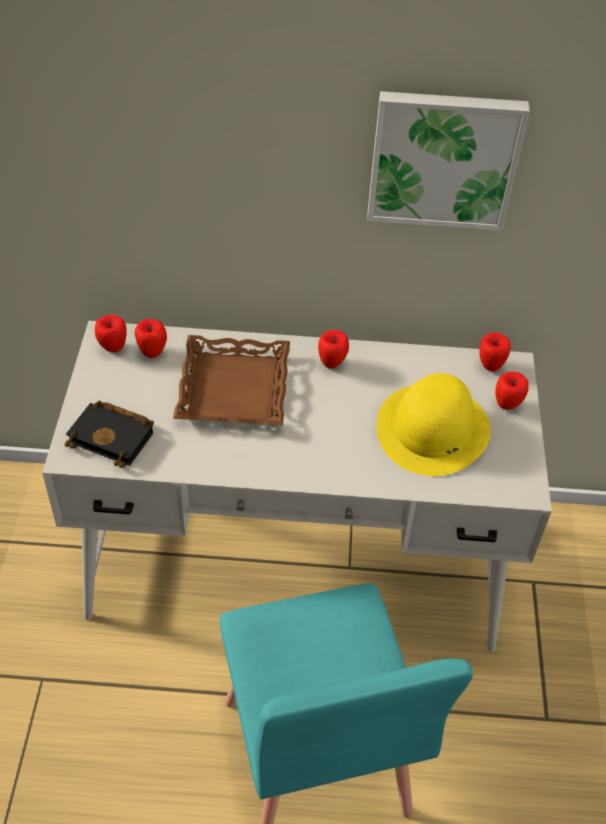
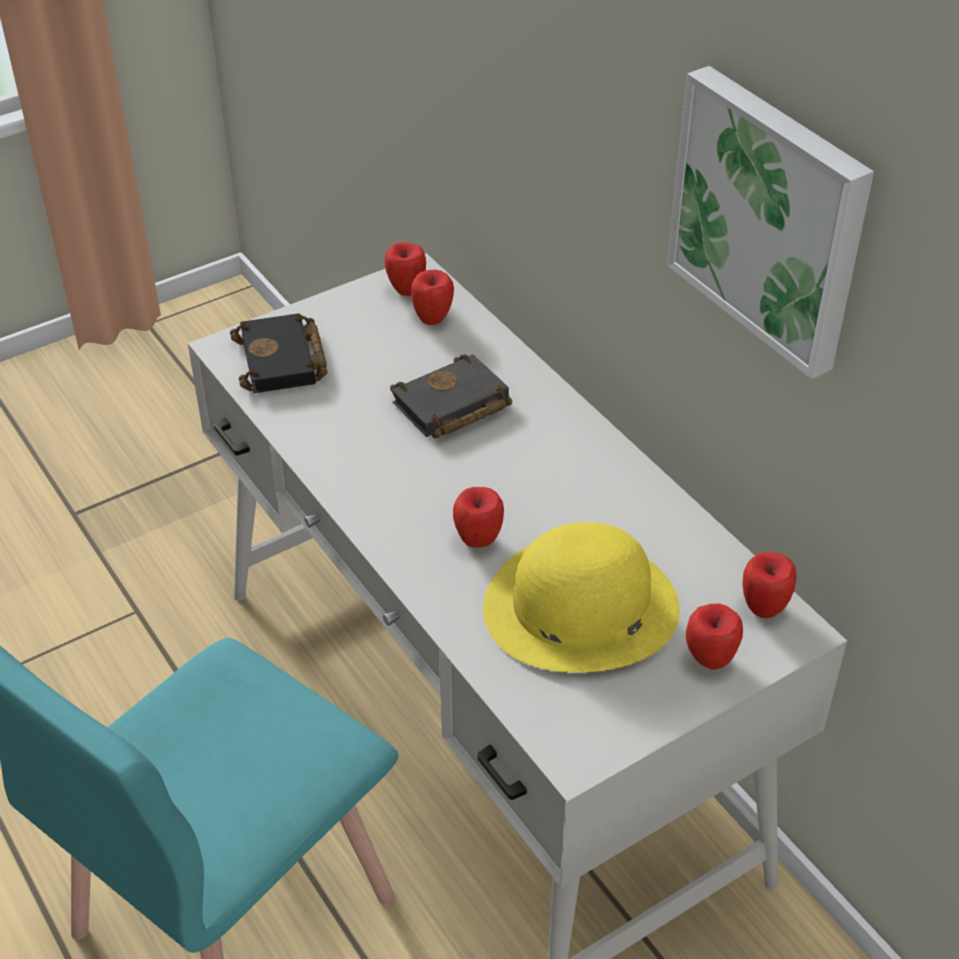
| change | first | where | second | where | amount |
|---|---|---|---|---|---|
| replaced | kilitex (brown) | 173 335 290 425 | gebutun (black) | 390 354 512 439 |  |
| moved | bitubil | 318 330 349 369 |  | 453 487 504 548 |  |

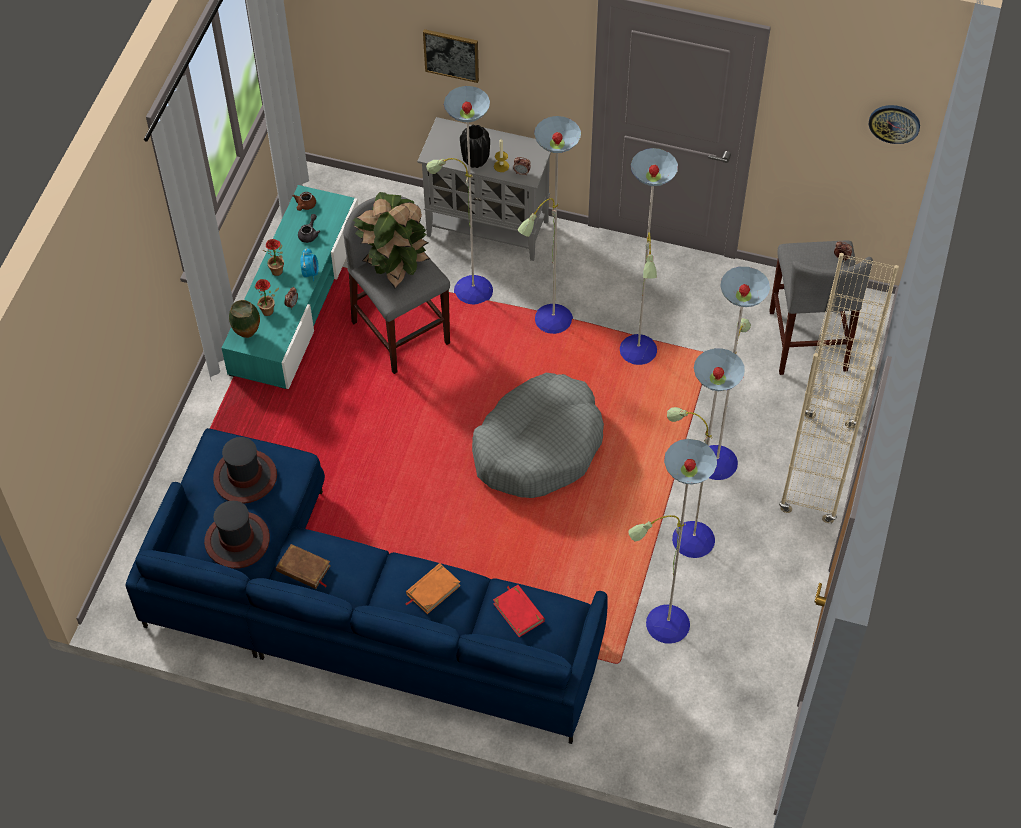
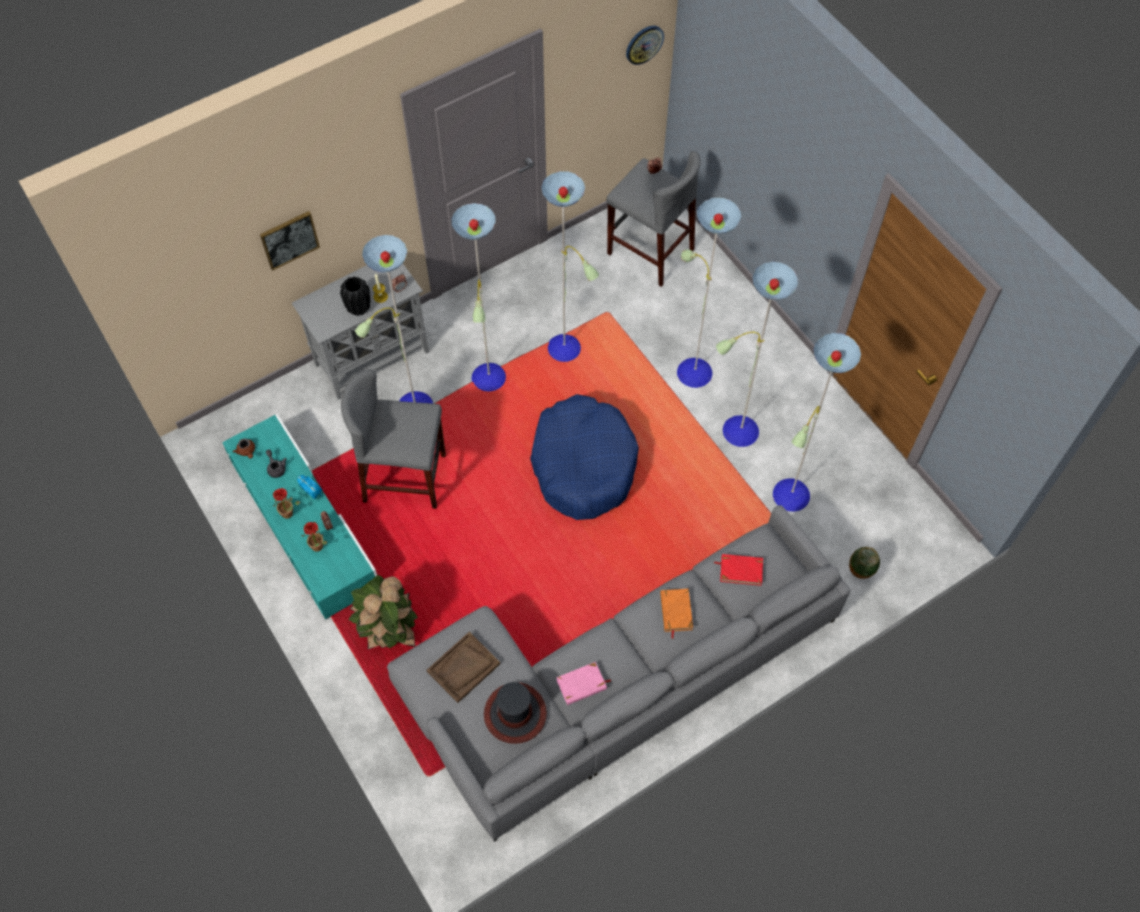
| change | first | where | second | where | amount |
|---|---|---|---|---|---|
| moved | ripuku | 353 192 430 289 |  | 349 575 418 649 |  |
| recoloured | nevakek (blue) | 126 428 608 744 | nevakek (grey) | 387 505 850 842 |  |
| replaced | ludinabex | 213 437 277 504 | kilitex (brown) | 427 632 500 703 |  |
| recoloured | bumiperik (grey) | 472 373 604 498 | bumiperik (blue) | 530 394 639 520 |  |
| recoloured | gebutun (brown) | 276 544 331 589 | gebutun (pink) | 556 662 611 705 |  |
| moved | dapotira | 229 300 260 338 |  | 849 547 880 579 |  |
| removed | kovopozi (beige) | 779 253 899 524 |  |  |  |

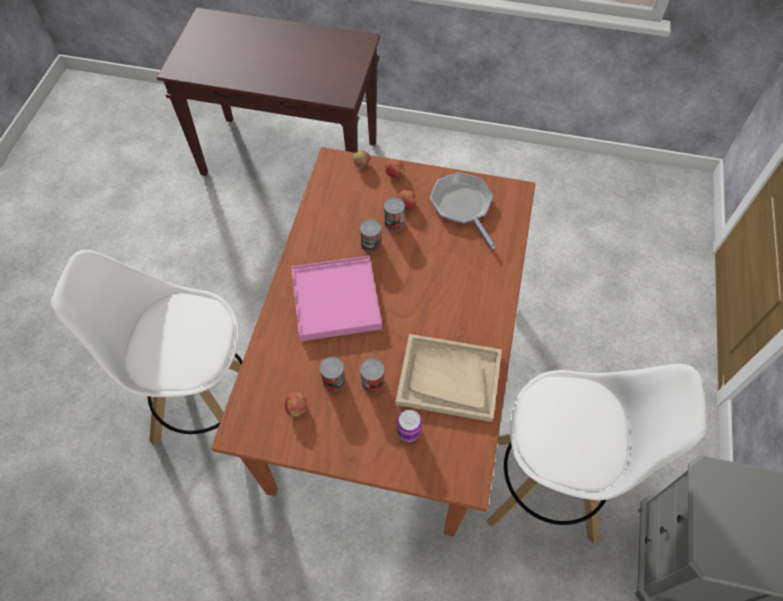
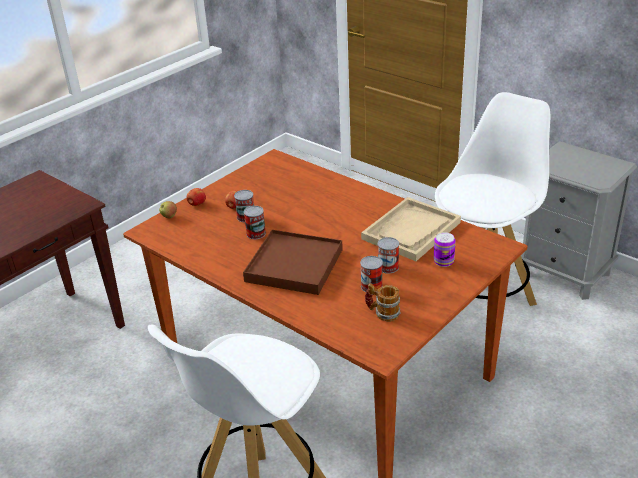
| change | first | where | second | where | amount |
|---|---|---|---|---|---|
| recoloured | kilitex (pink) | 291 256 382 341 | kilitex (brown) | 243 230 343 295 |  |
| replaced | bitubil | 285 392 307 417 | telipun | 365 283 401 322 |  |
| removed | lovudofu | 430 172 496 249 |  |  |  |

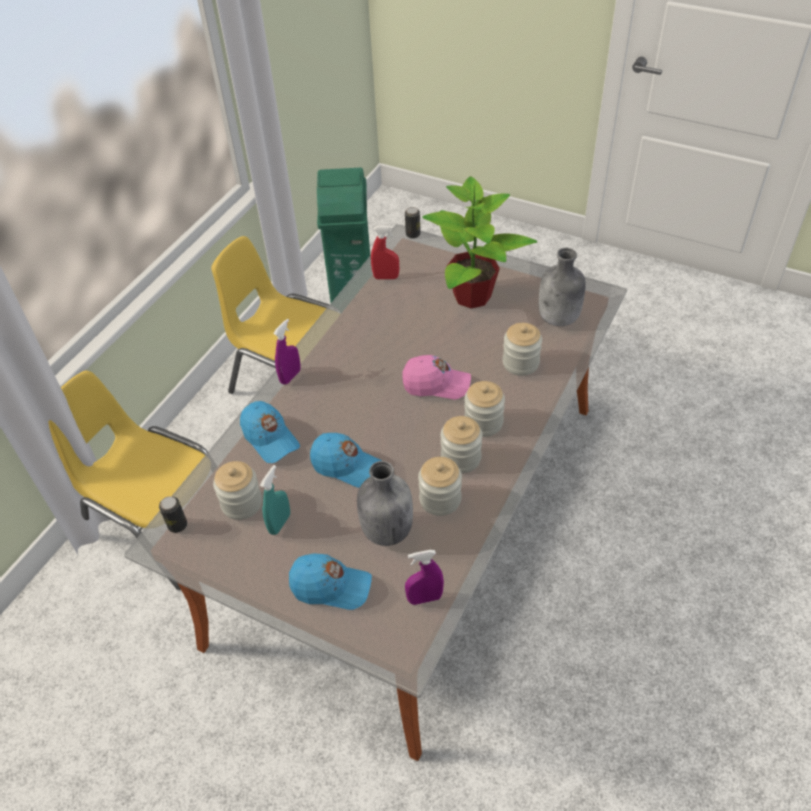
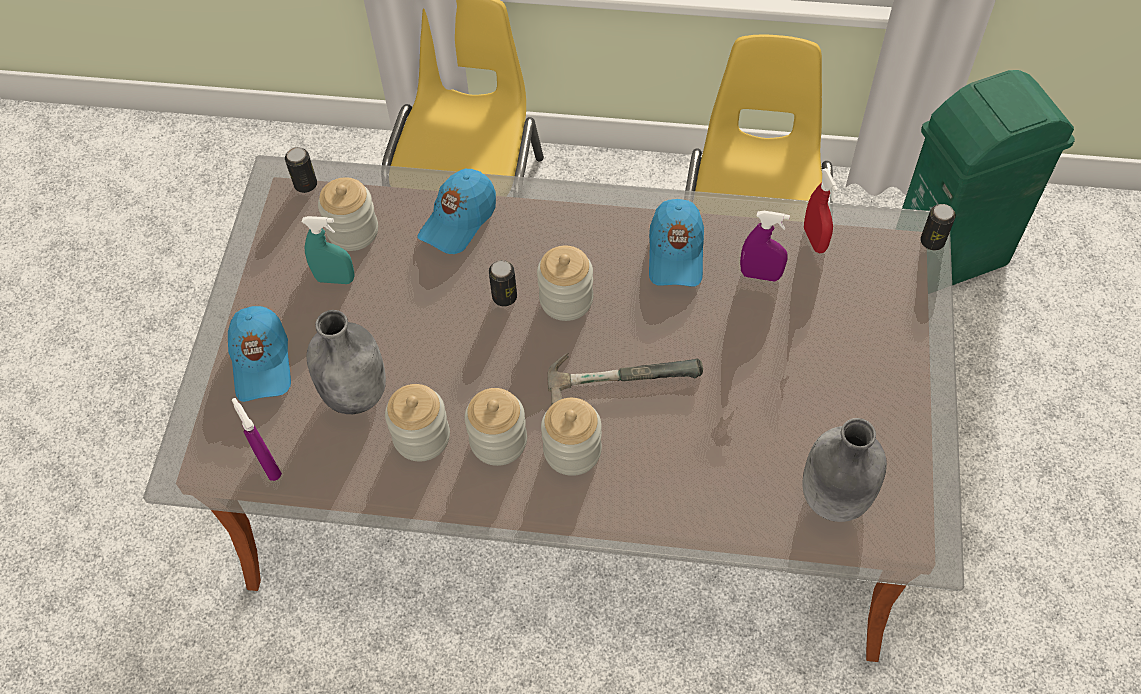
| change | first | where | second | where | amount |
|---|---|---|---|---|---|
| added |  |  | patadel | 489 260 517 306 |  |
| moved | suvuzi | 503 323 542 376 |  | 537 246 593 321 |  |
| replaced | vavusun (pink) | 402 355 471 399 | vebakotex | 547 353 703 405 |  |
| moved | vavusun (blue) | 310 433 382 488 |  | 649 199 704 287 |  |
| moved | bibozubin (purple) | 273 319 301 385 |  | 740 211 790 281 |  |
| removed | ripuku | 422 176 538 308 |  |  |  |

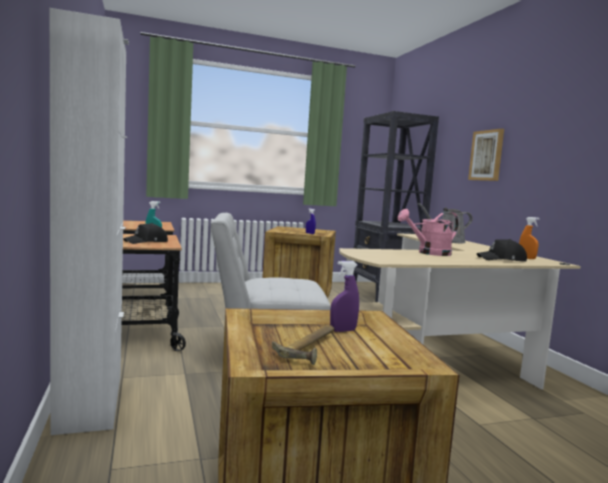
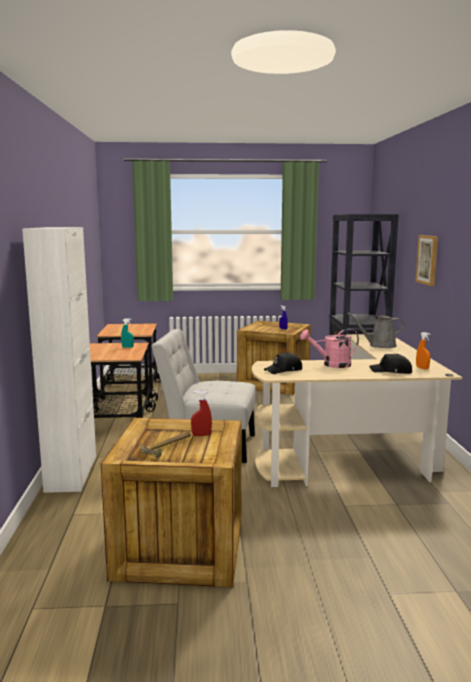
| change | first | where | second | where | amount |
|---|---|---|---|---|---|
| recoloured | bibozubin (purple) | 330 261 359 332 | bibozubin (red) | 191 390 212 436 |  |
| moved | vavusun (black) | 123 223 168 244 |  | 264 352 302 374 |  |

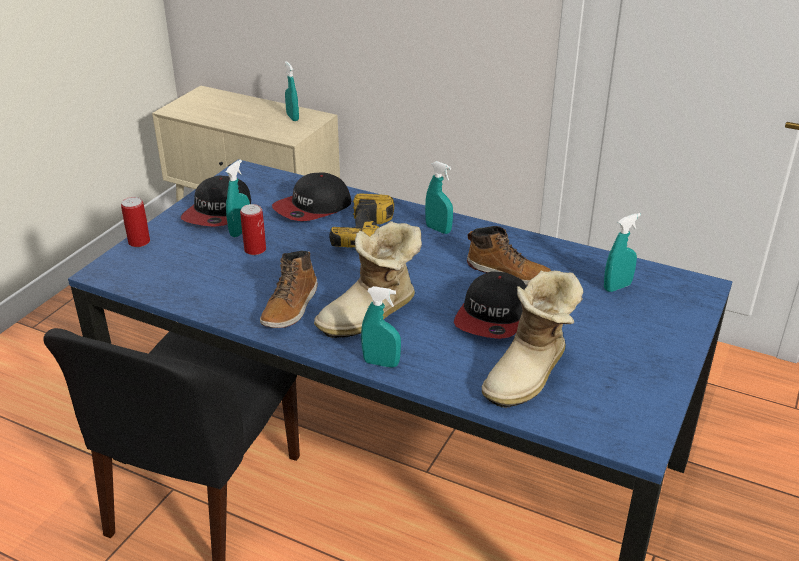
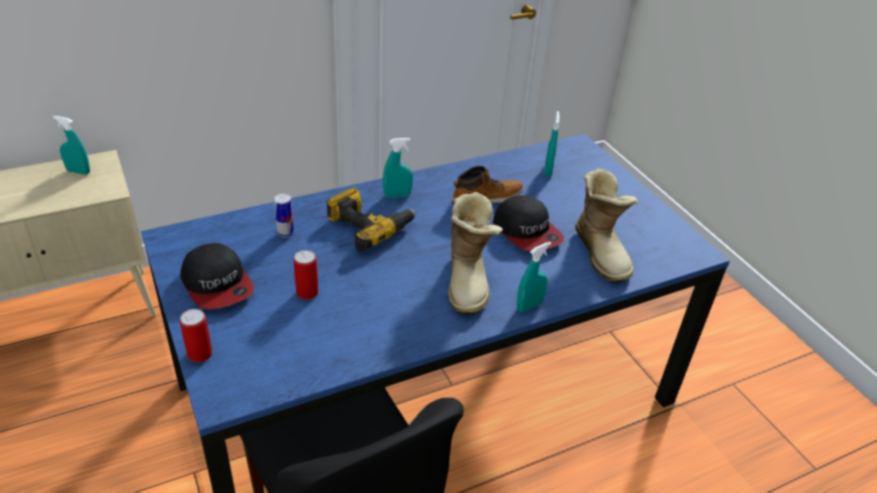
| change | first | where | second | where | amount |
|---|---|---|---|---|---|
| replaced | vavusun | 272 173 351 221 | patadel | 274 193 294 238 |  |
| removed | bibozubin (turquoise) | 226 160 250 237 |  |  |  |
| removed | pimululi | 260 251 318 328 |  |  |  |

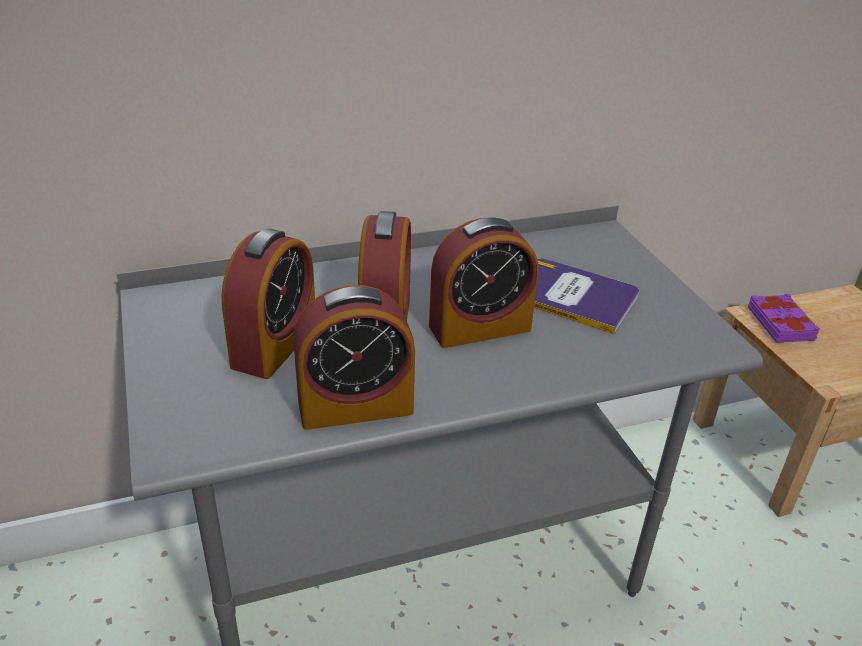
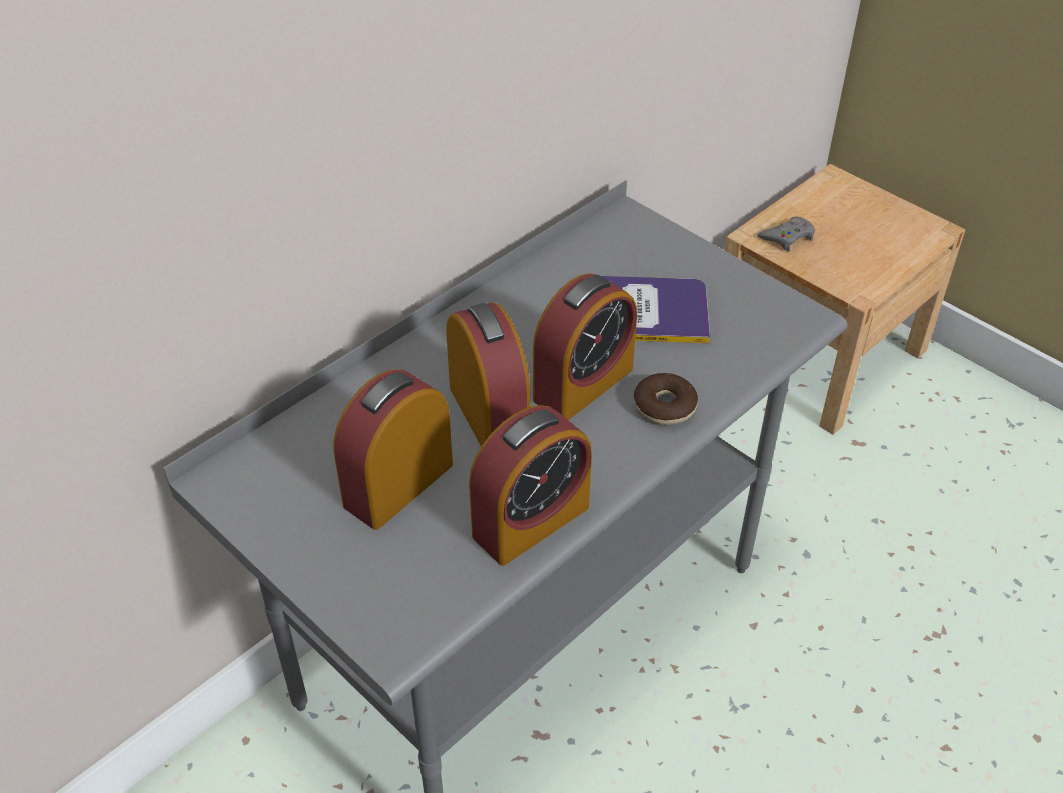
| change | first | where | second | where | amount |
|---|---|---|---|---|---|
| turned | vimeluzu | 221 229 315 379 |  | 333 369 453 530 | 135 degrees counterclockwise |
| added |  |  | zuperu | 634 373 698 425 |  |
| replaced | gebutun (purple) | 748 294 820 343 | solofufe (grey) | 757 216 815 251 |  |

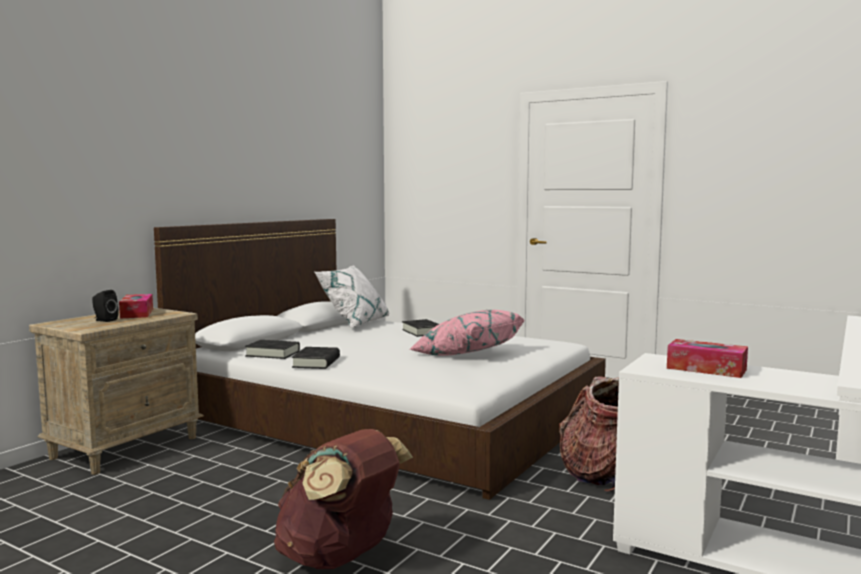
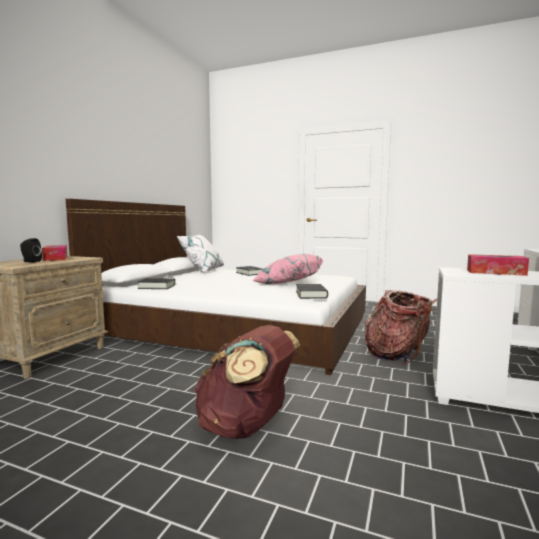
| change | first | where | second | where | amount |
|---|---|---|---|---|---|
| moved | gebutun (black) | 292 347 340 369 |  | 296 284 328 299 |  |

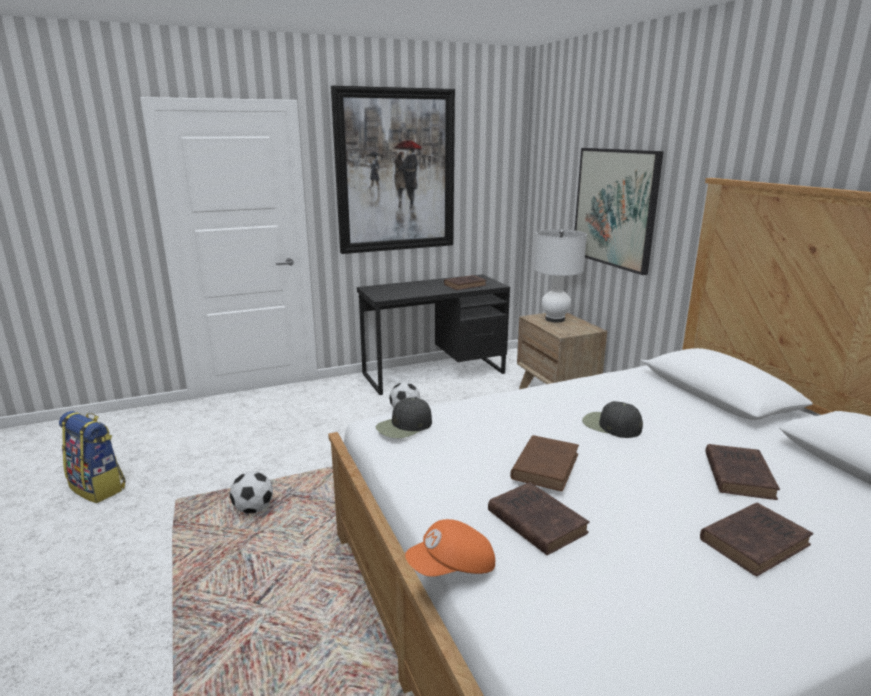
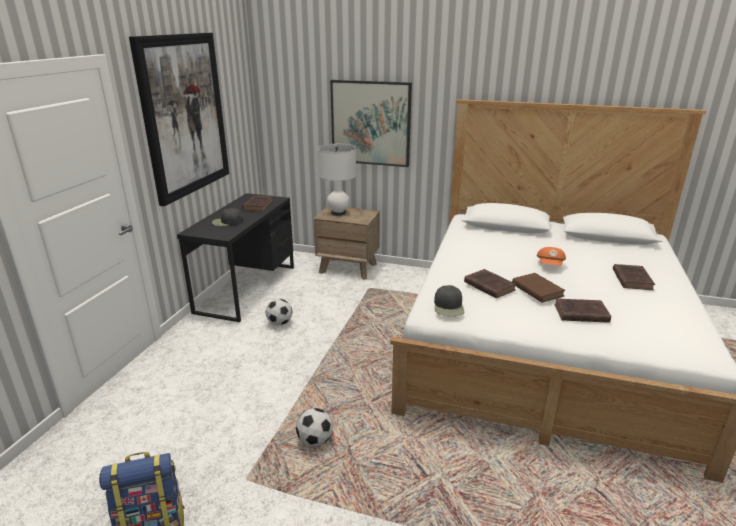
| change | first | where | second | where | amount |
|---|---|---|---|---|---|
| moved | vavusun (black) | 582 401 643 438 |  | 212 208 243 226 |  |
| moved | gebutun (brown) | 705 444 780 500 |  | 464 269 517 299 |  |
| moved | vavusun (orange) | 405 519 495 577 |  | 537 247 566 266 |  |

